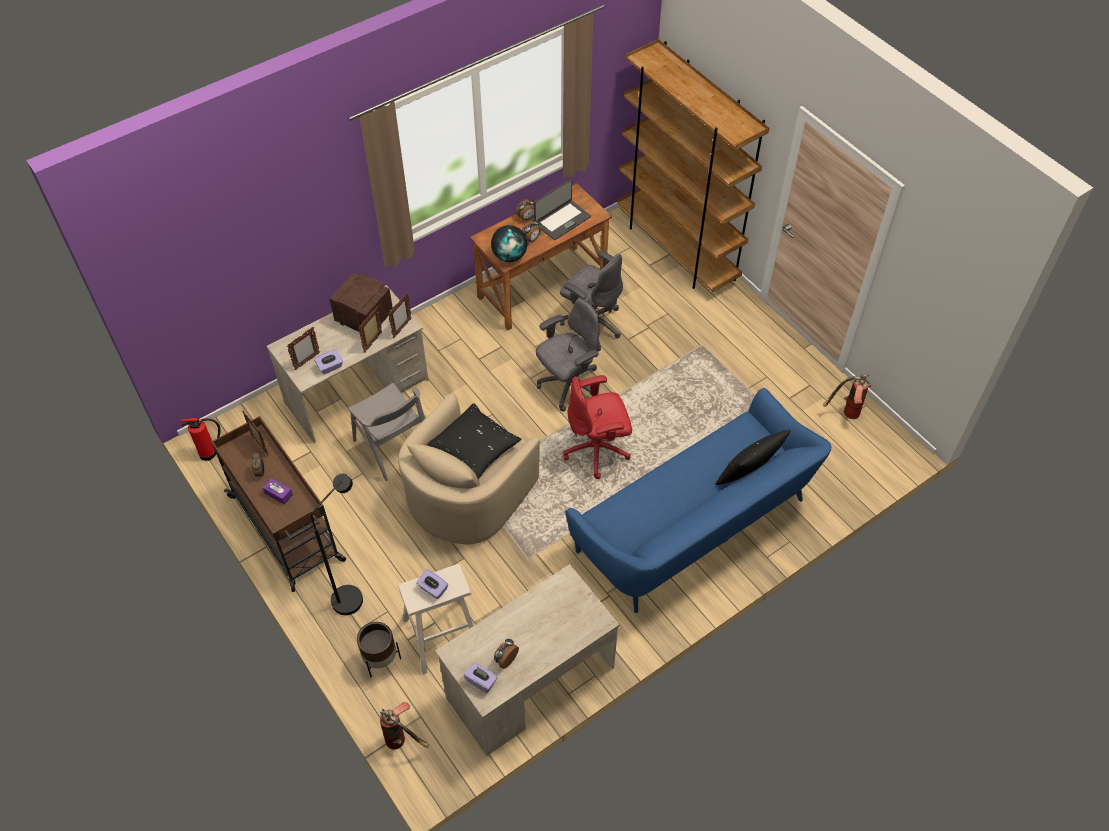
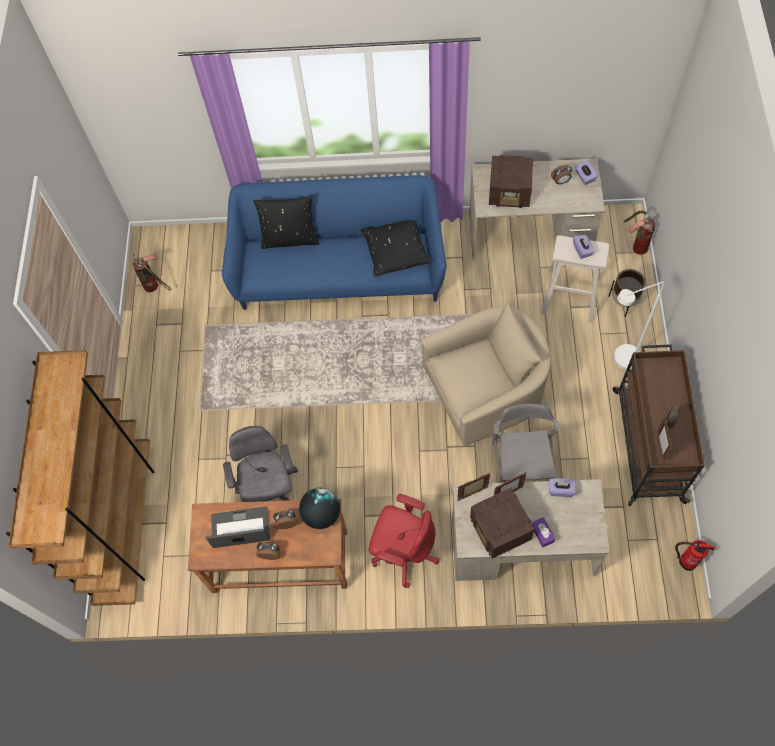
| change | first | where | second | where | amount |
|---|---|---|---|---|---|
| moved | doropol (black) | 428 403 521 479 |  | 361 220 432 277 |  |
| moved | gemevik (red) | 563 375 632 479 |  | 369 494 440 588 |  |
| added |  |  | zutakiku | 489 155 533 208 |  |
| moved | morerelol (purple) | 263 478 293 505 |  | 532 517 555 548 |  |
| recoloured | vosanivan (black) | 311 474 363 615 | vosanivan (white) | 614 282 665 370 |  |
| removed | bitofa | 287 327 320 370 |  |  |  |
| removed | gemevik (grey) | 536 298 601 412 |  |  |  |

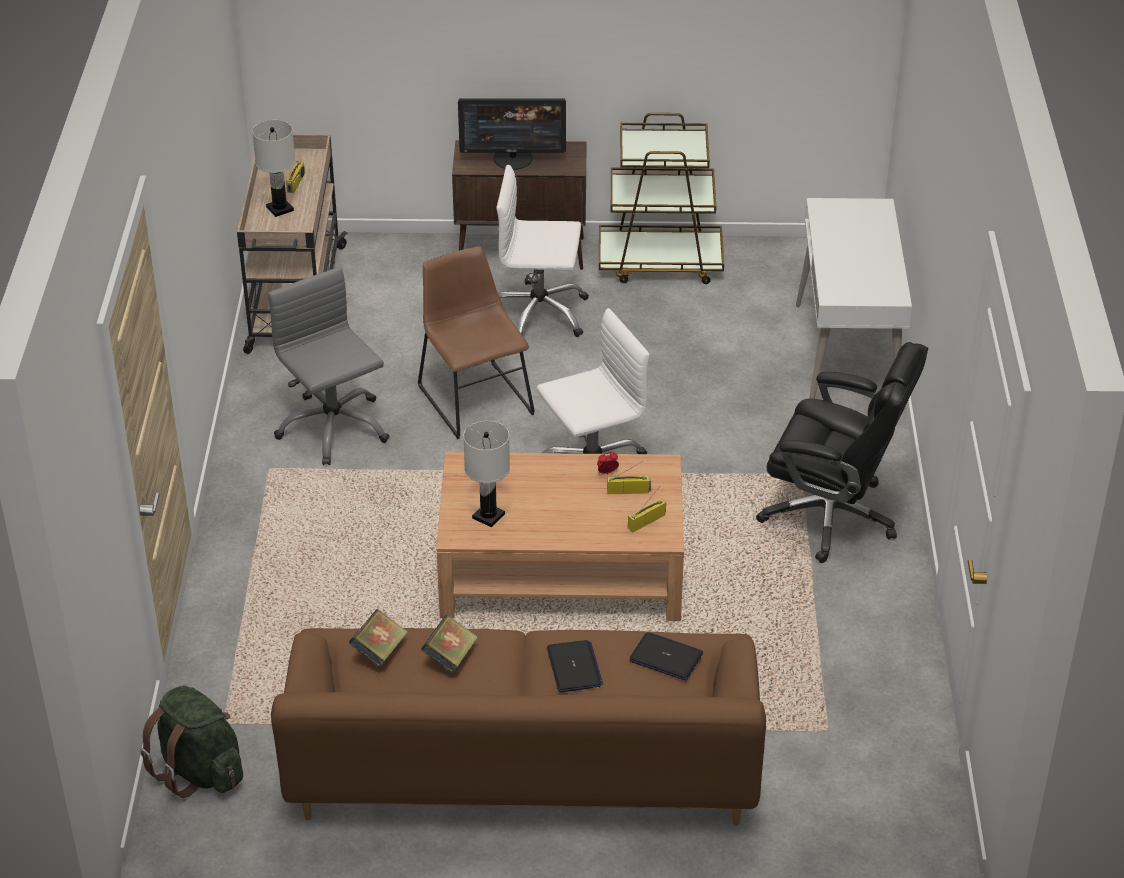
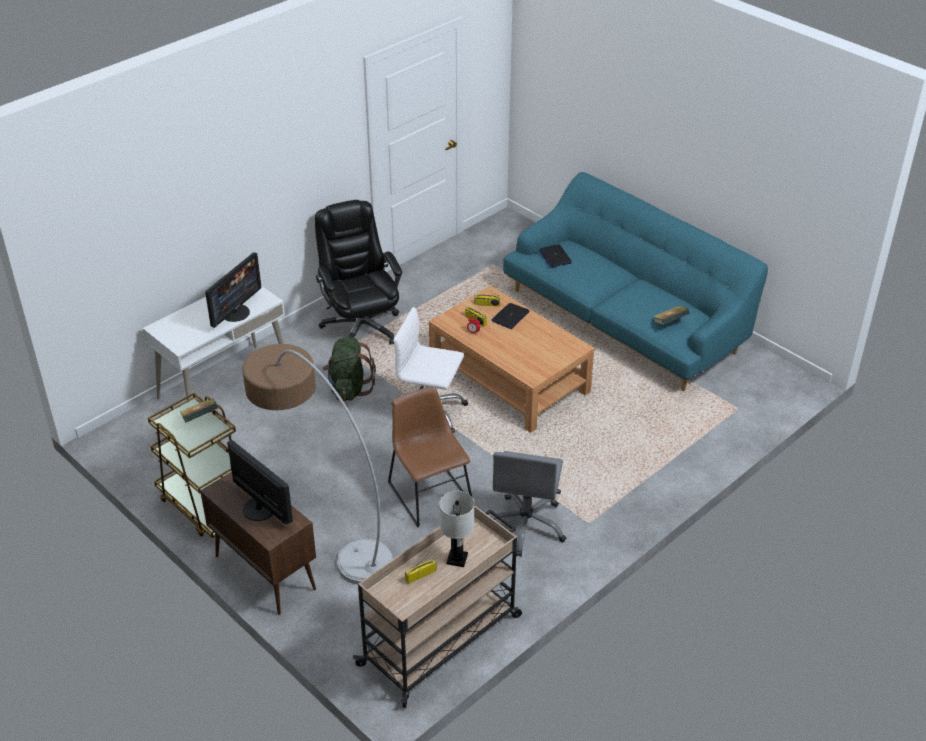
| change | first | where | second | where | amount |
|---|---|---|---|---|---|
| moved | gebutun | 421 615 478 673 |  | 180 398 218 423 |  |
| added |  |  | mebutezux | 205 252 261 328 |  |
| replaced | gemevik (white) | 496 165 589 337 | vosanivan | 242 344 393 585 |  |
| moved | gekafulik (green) | 140 685 243 798 |  | 323 337 376 401 |  |
| turned | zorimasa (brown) | 418 246 535 439 |  | 388 386 472 527 | 135 degrees clockwise |
| moved | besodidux | 547 640 603 692 |  | 491 303 530 329 |  |
| recoloured | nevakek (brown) | 271 628 766 826 | nevakek (turquoise) | 503 172 768 391 |  |
| removed | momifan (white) | 463 421 510 527 |  |  |  |

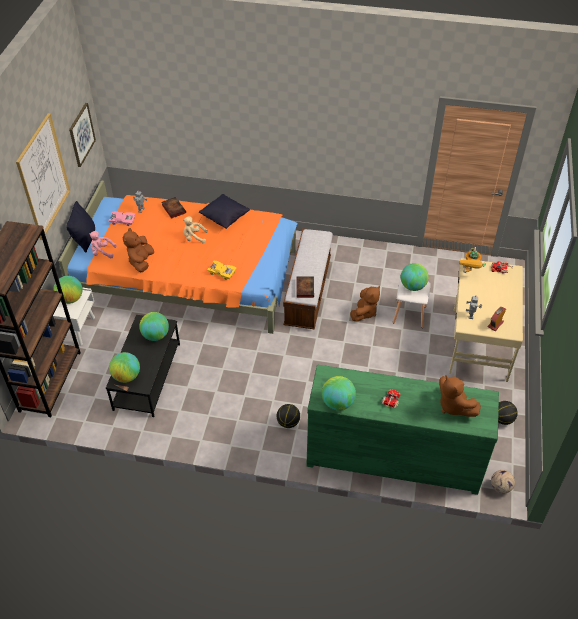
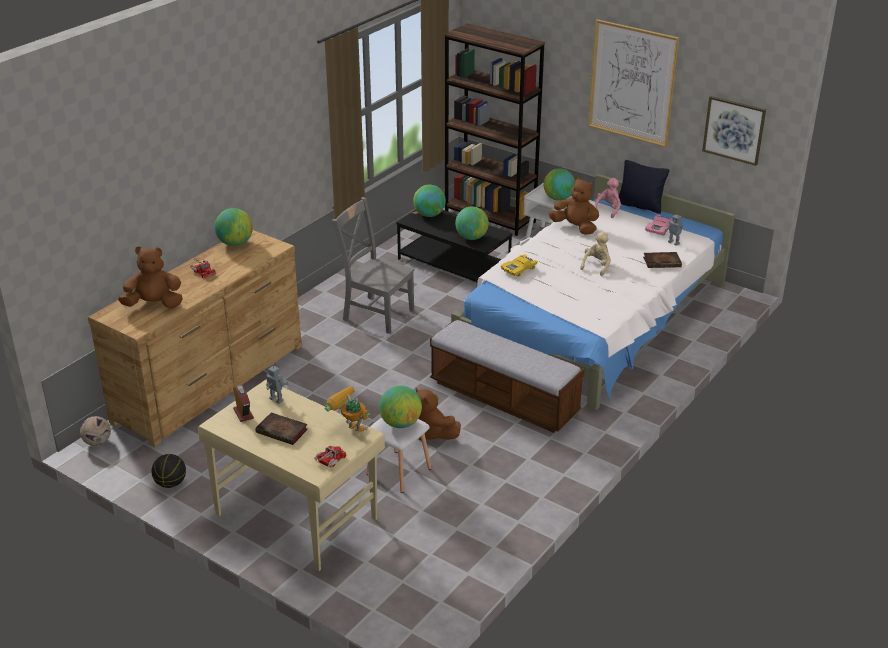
| change | first | where | second | where | amount |
|---|---|---|---|---|---|
| recoloured | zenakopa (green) | 306 365 499 495 | zenakopa (brown) | 88 230 302 447 |  |
| moved | gebutun | 296 276 314 298 |  | 256 412 308 445 |  |
| added |  |  | zorimasa (grey) | 332 197 415 334 |  |
| recoloured | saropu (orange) | 59 181 298 334 | saropu (white) | 451 174 735 411 |  |
| removed | doropol (black) | 199 194 250 229 |  |  |  |
| removed | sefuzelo | 277 404 300 428 |  |  |  |

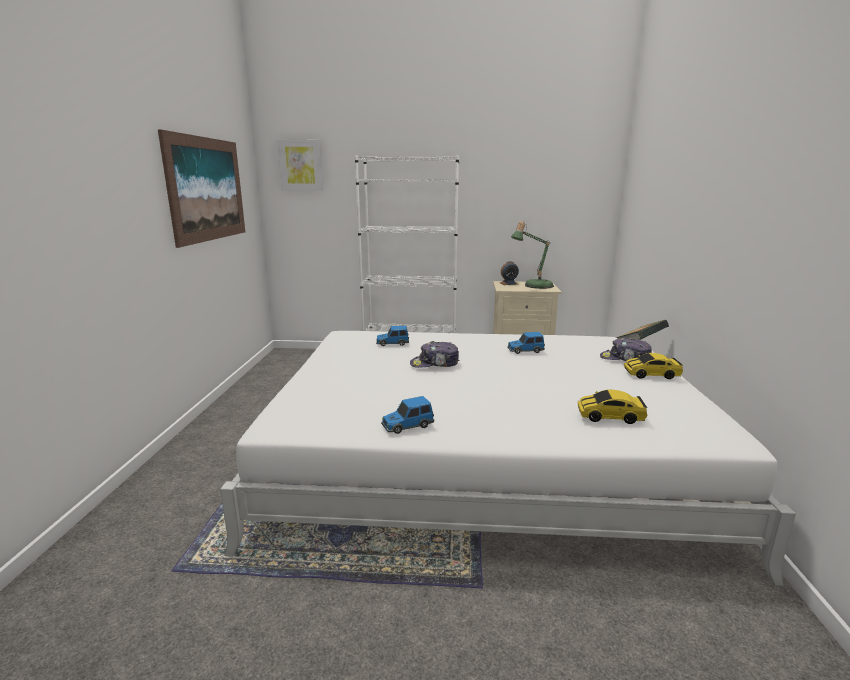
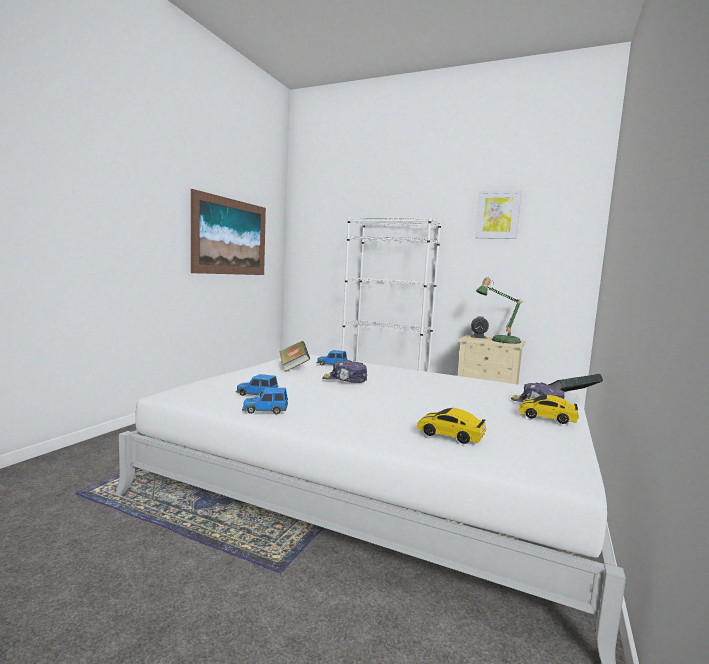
| change | first | where | second | where | amount |
|---|---|---|---|---|---|
| moved | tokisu | 507 332 545 354 |  | 236 374 278 396 |  |
| added |  |  | gebutun | 279 341 310 372 |  |
| moved | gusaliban | 277 139 323 191 |  | 475 190 521 239 |  |

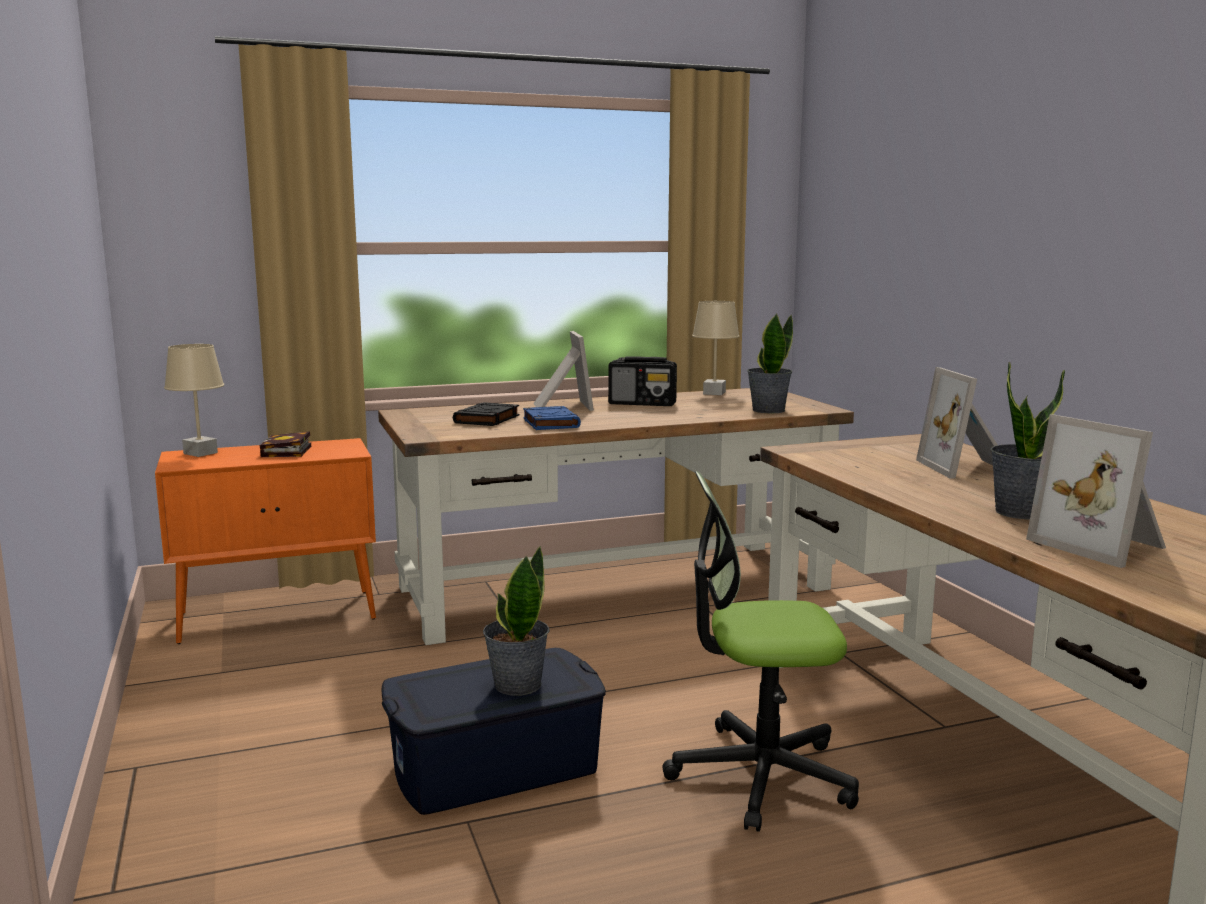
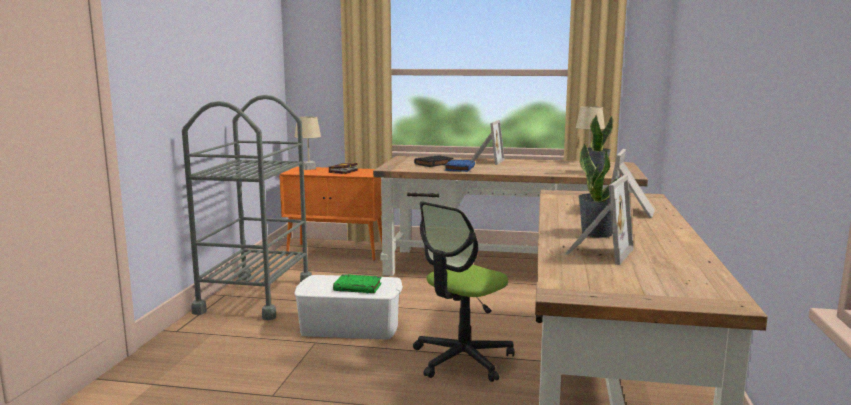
| change | first | where | second | where | amount |
|---|---|---|---|---|---|
| added |  |  | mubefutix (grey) | 182 95 312 320 |  |
| recoloured | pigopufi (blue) | 382 648 606 815 | pigopufi (white) | 294 275 403 339 |  |
| replaced | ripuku | 483 546 550 696 | gebutun (green) | 333 274 382 293 |  |
| turned | gemevik | 662 471 859 832 |  | 413 201 515 382 | 75 degrees counterclockwise |
| turned | bitofa | 1026 414 1166 568 |  | 565 175 634 265 | 150 degrees counterclockwise |
| removed | zutakiku | 608 356 677 406 |  |  |  |

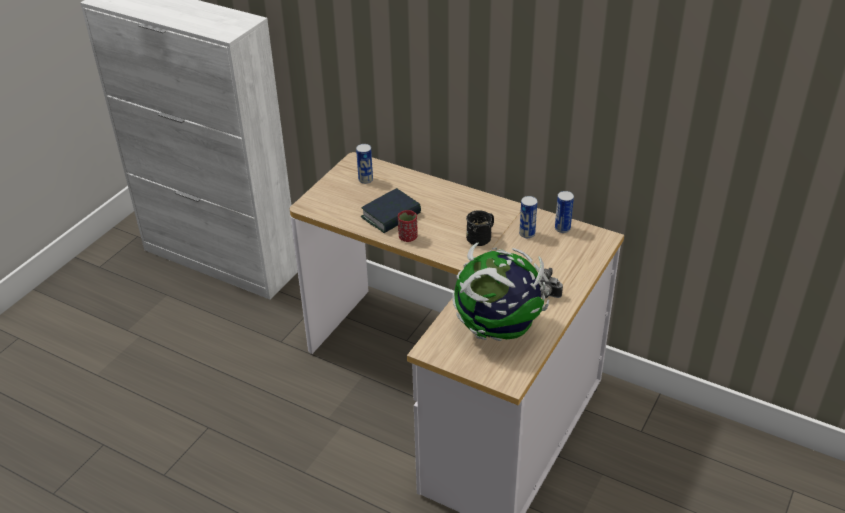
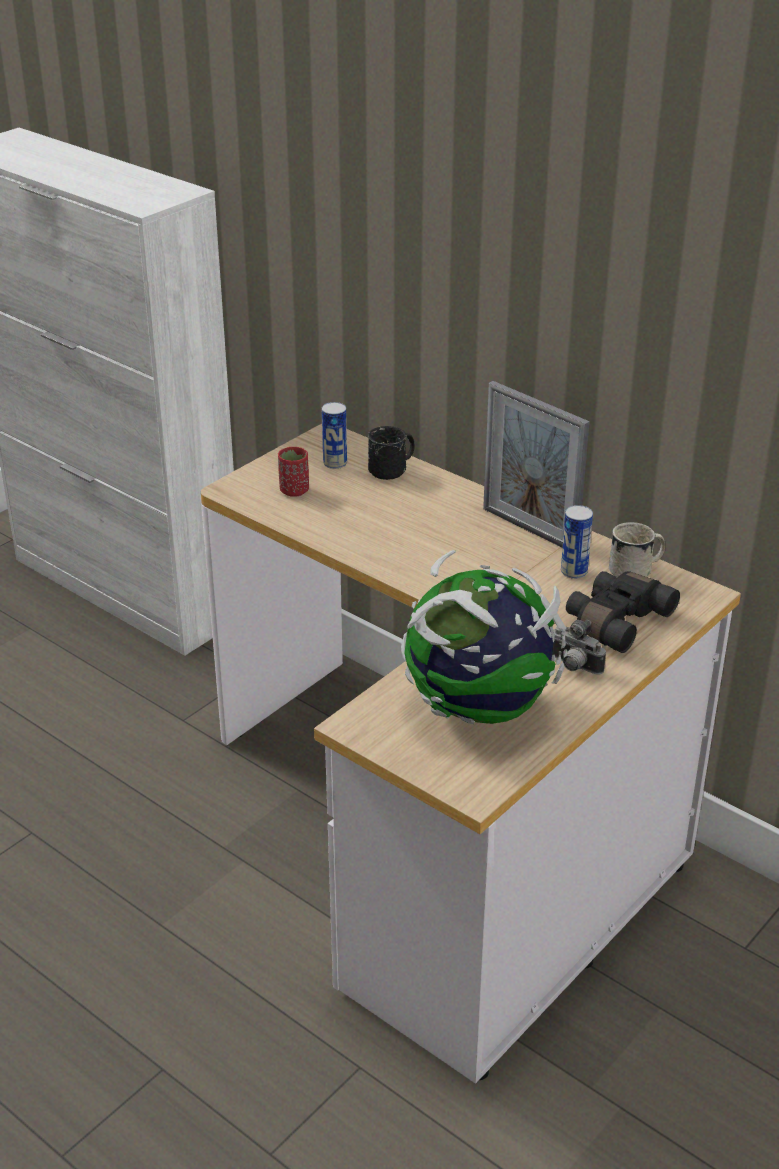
| change | first | where | second | where | amount |
|---|---|---|---|---|---|
| moved | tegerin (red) | 398 210 417 242 |  | 278 447 309 497 |  |
| moved | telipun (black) | 466 210 494 246 |  | 368 426 415 480 |  |
| added |  |  | bitofa | 483 381 589 548 |  |
| added |  |  | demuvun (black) | 566 571 680 653 |  |
| replaced | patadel | 555 191 574 233 | telipun (white) | 609 522 665 578 |  |
| removed | gebutun | 361 188 421 233 |  |  |  |

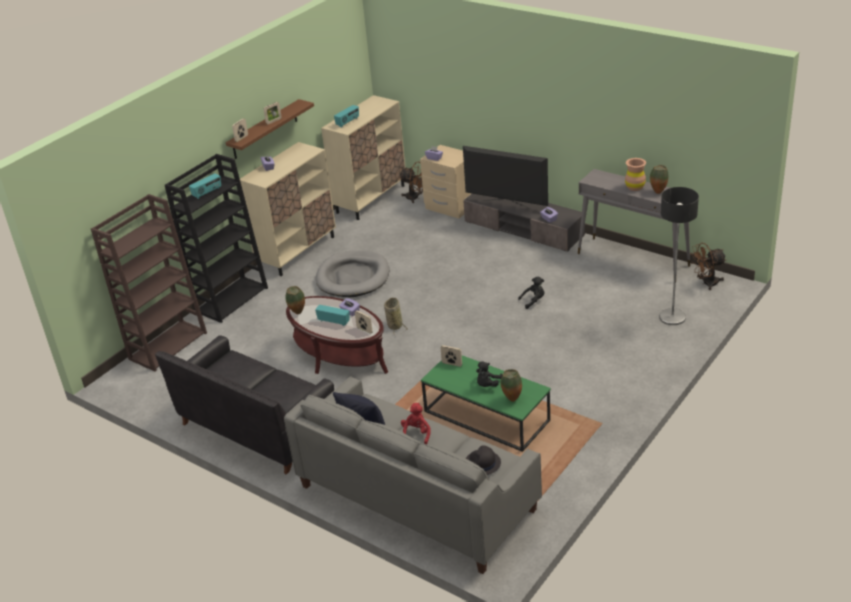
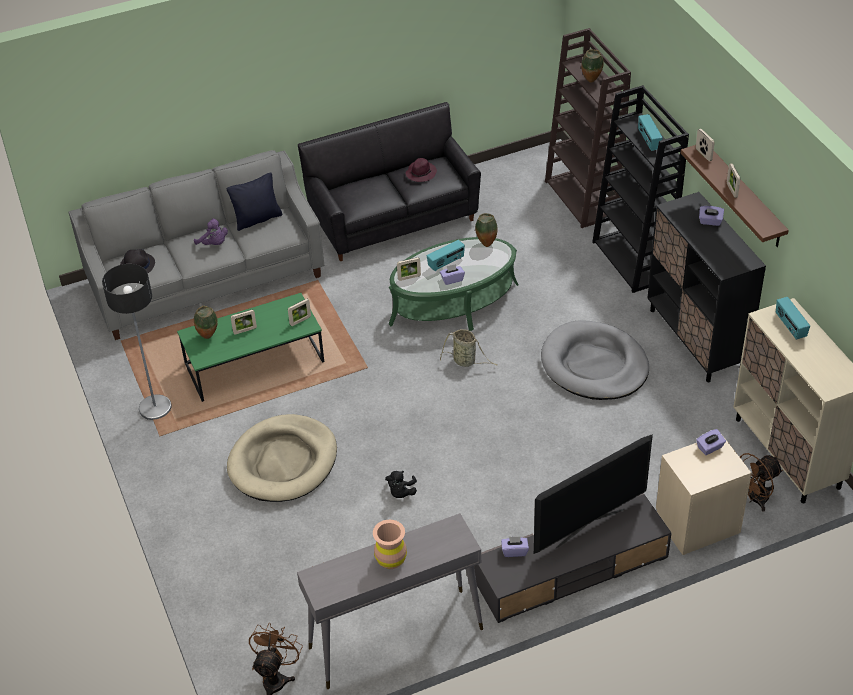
| change | first | where | second | where | amount |
|---|---|---|---|---|---|
| moved | vosanivan | 659 187 699 325 |  | 102 264 172 420 |  |
| recoloured | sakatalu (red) | 401 403 431 444 | sakatalu (purple) | 194 218 228 245 |  |
| added |  |  | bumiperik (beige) | 227 414 337 502 |  |
| replaced | sakatalu (black) | 476 361 502 387 | bitofa | 231 310 257 334 |  |
| recoloured | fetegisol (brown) | 286 296 388 374 | fetegisol (green) | 389 237 519 331 |  |
| added |  |  | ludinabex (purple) | 405 158 437 182 |  |
| moved | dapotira | 650 165 668 194 |  | 581 49 604 82 |  |
| recoloured | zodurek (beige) | 240 142 336 276 | zodurek (black) | 648 192 766 382 |  |

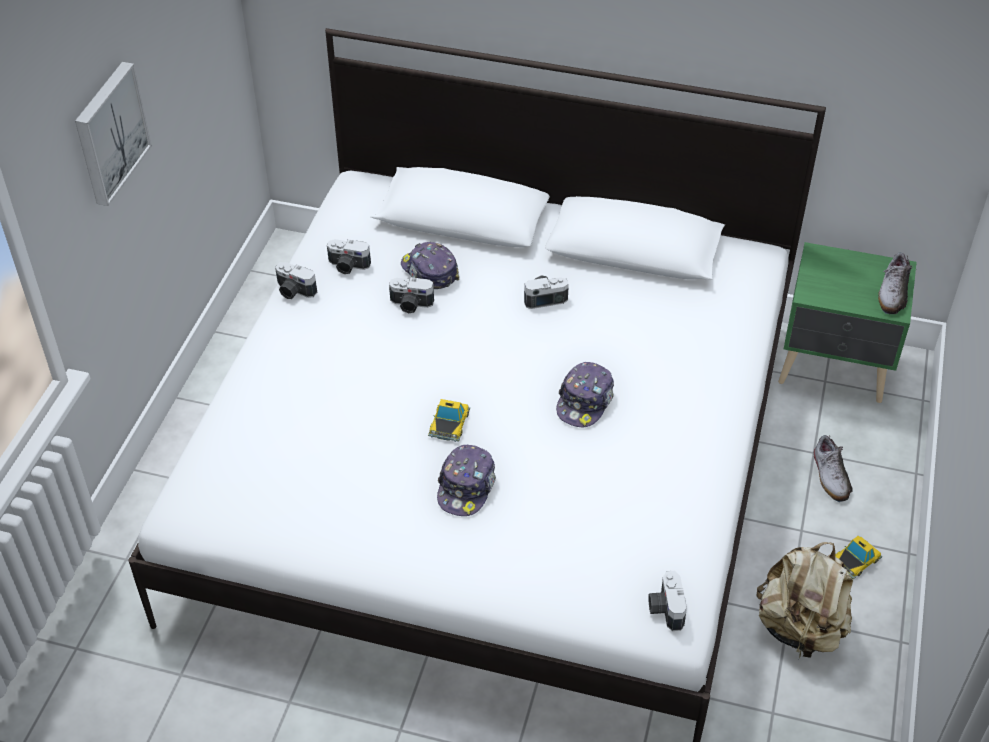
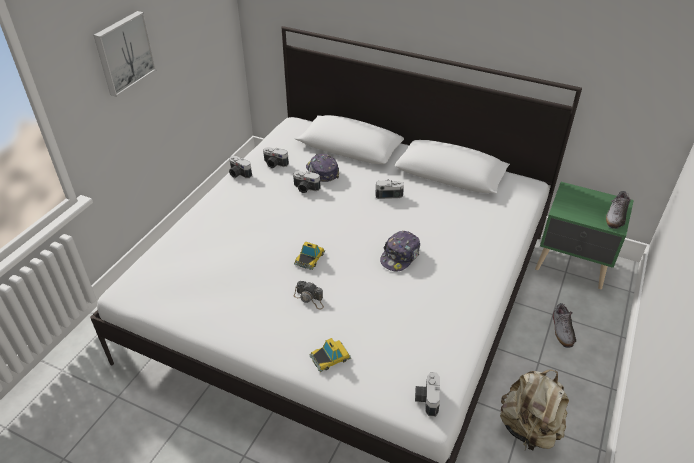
| change | first | where | second | where | amount |
|---|---|---|---|---|---|
| replaced | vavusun | 437 445 496 516 | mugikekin | 294 281 324 309 |  |
| moved | tokisu | 835 536 882 579 |  | 309 338 351 372 |  |

